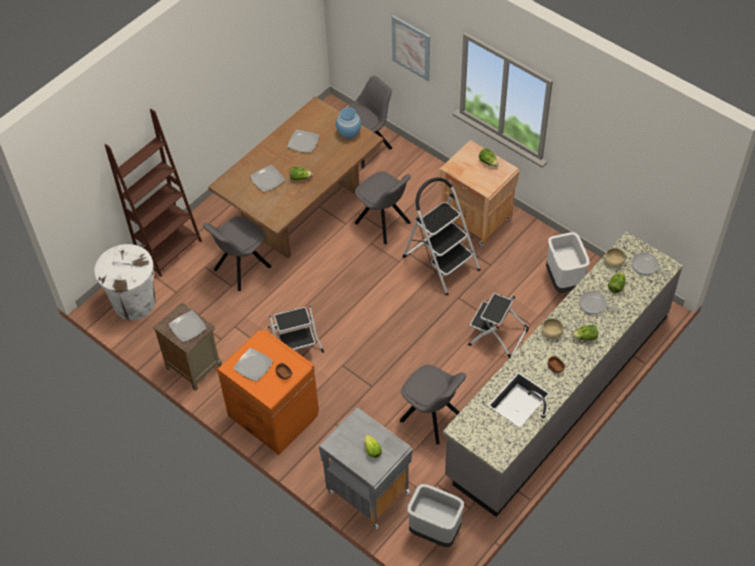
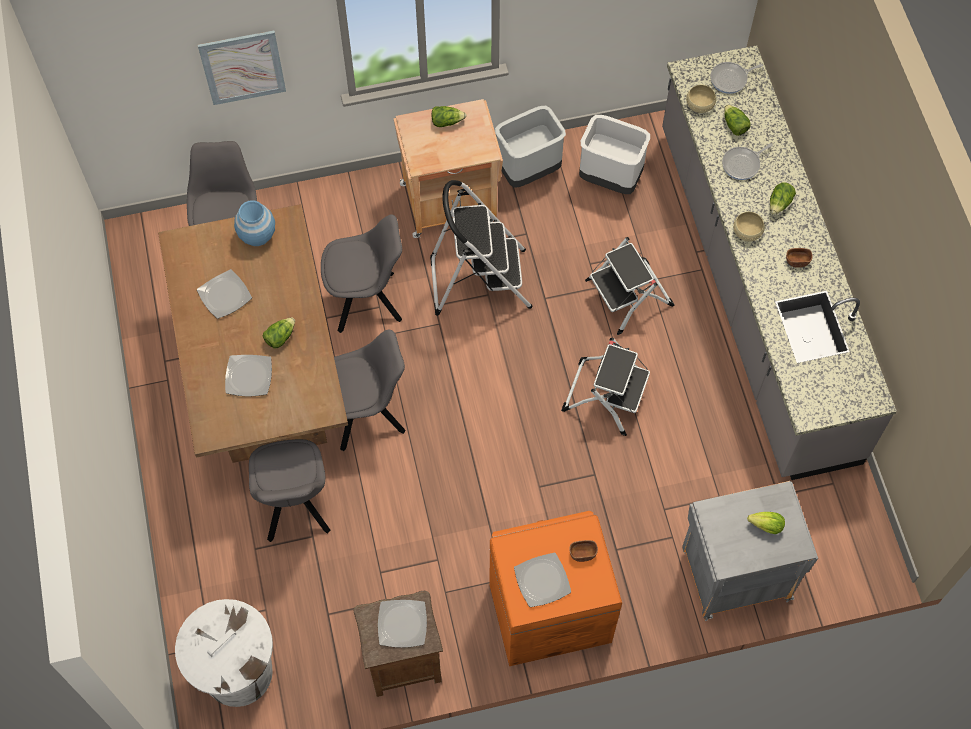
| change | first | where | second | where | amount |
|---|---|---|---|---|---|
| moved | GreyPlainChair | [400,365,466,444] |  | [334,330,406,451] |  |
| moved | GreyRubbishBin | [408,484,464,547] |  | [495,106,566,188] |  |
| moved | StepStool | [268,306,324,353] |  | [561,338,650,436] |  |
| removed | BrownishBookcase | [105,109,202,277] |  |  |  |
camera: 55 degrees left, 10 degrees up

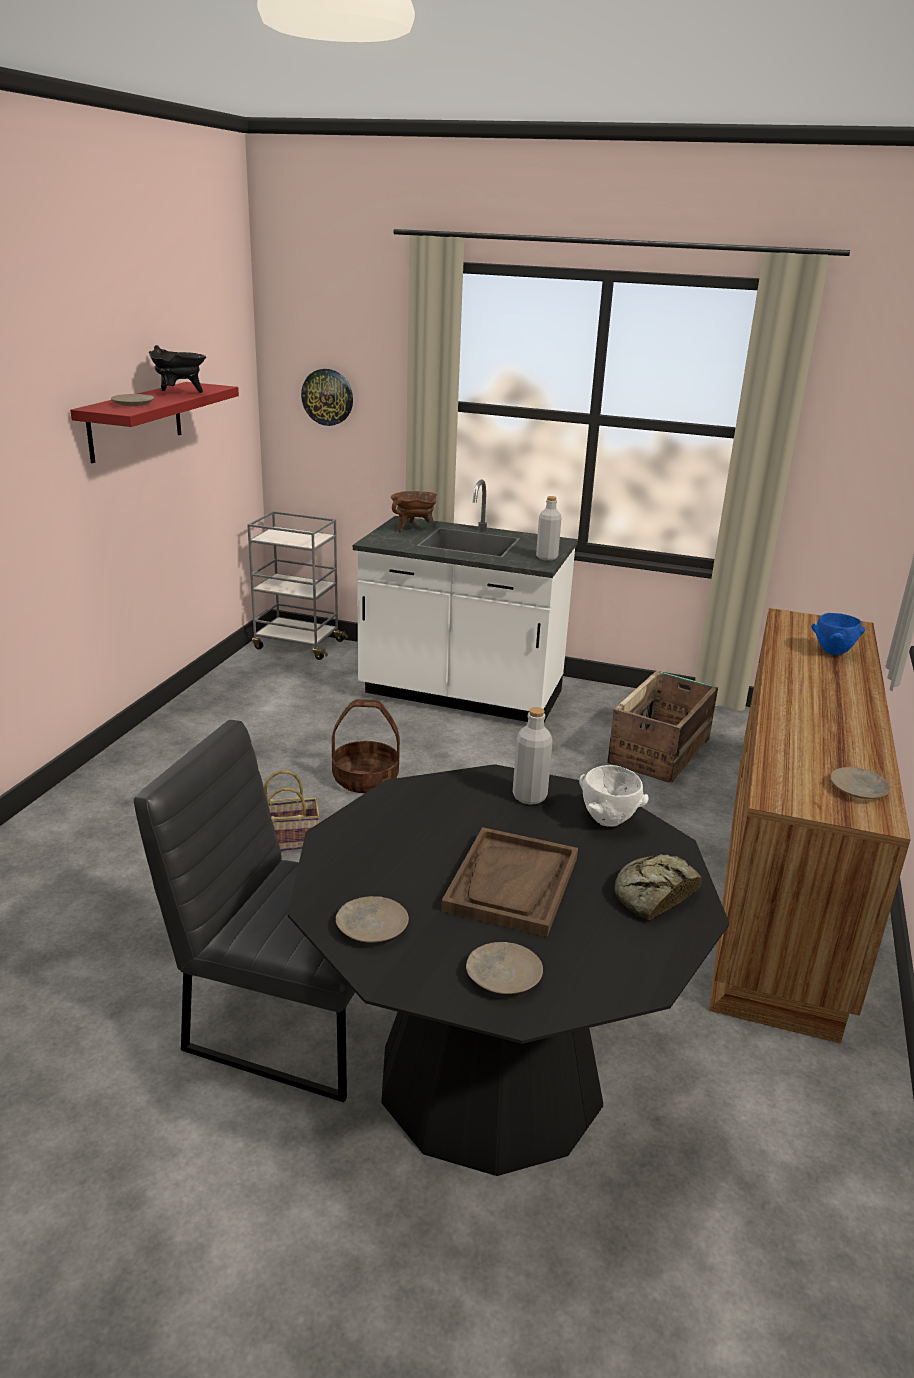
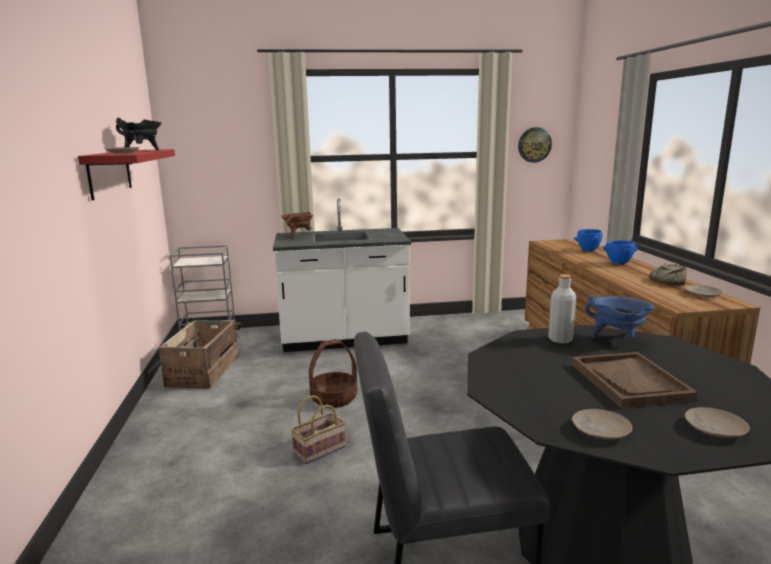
| change | first | where | second | where | amount |
|---|---|---|---|---|---|
| moved | ShippingCrate | [607,670,718,783] |  | [159,320,239,389] |  |
| moved | ClockOnTheWall | [301,369,353,426] |  | [518,127,552,163] |  |
| replaced | WhiteServingBowl | [579,765,649,827] | BlueColouredSaucepot | [585,295,655,338] |  |
| added |  |  | BlueColouredServingBowl | [603,240,638,264] |  |
| moved | BakedBread | [614,854,702,920] |  | [649,264,687,286] |  |
| removed | GreyBottle | [536,496,561,561] |  |  |  |
camera: 25 degrees left, 10 degrees down

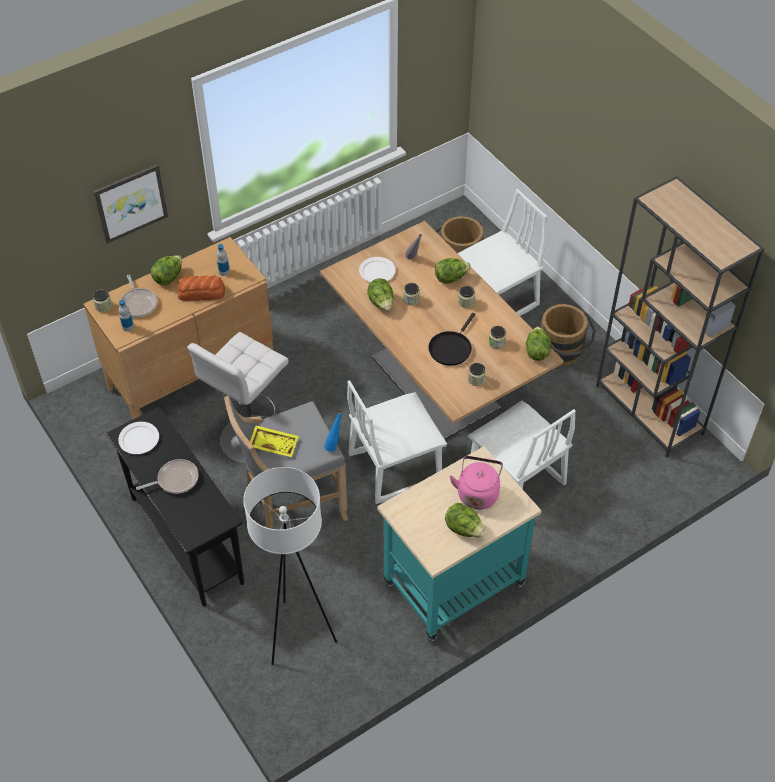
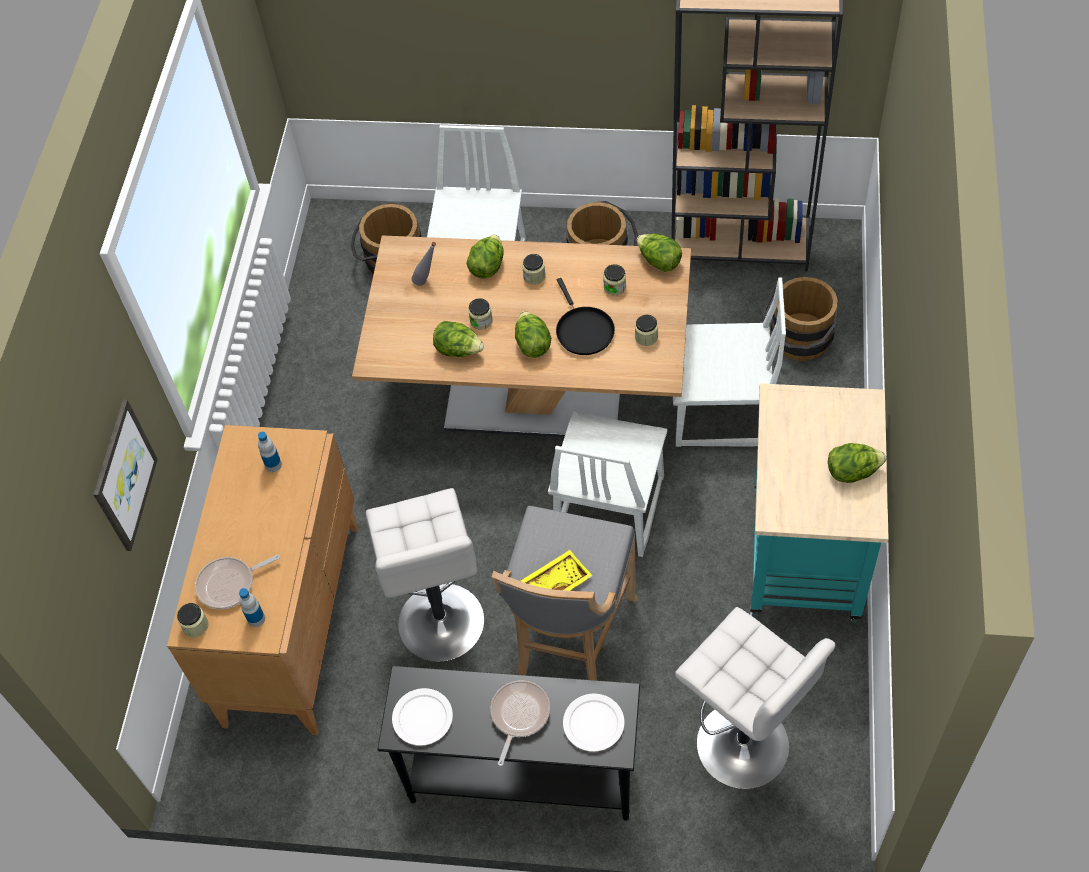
| change | first | where | second | where | amount |
|---|---|---|---|---|---|
| turned | Pan | [120,275,157,317] |  | [195,554,280,609] | 135 degrees clockwise |
| moved | HeadOfLettuce | [151,255,182,285] |  | [515,311,551,358] |  |
| moved | WhitePlate | [359,257,396,282] |  | [563,694,625,752] |  |
| replaced | WhiteStandardLamp | [243,467,337,665] | WhiteStoolSeat | [675,607,836,789] |  |
| added |  |  | BrownishWaterBucket | [762,277,838,361] |  |
| removed | BakedBread | [178,275,225,301] |  |  |  |
| removed | BlueColouredBottle | [324,409,343,452] |  |  |  |
| removed | PinkColouredTeaKettle | [450,456,503,510] |  |  |  |
camera: 45 degrees left, 5 degrees up

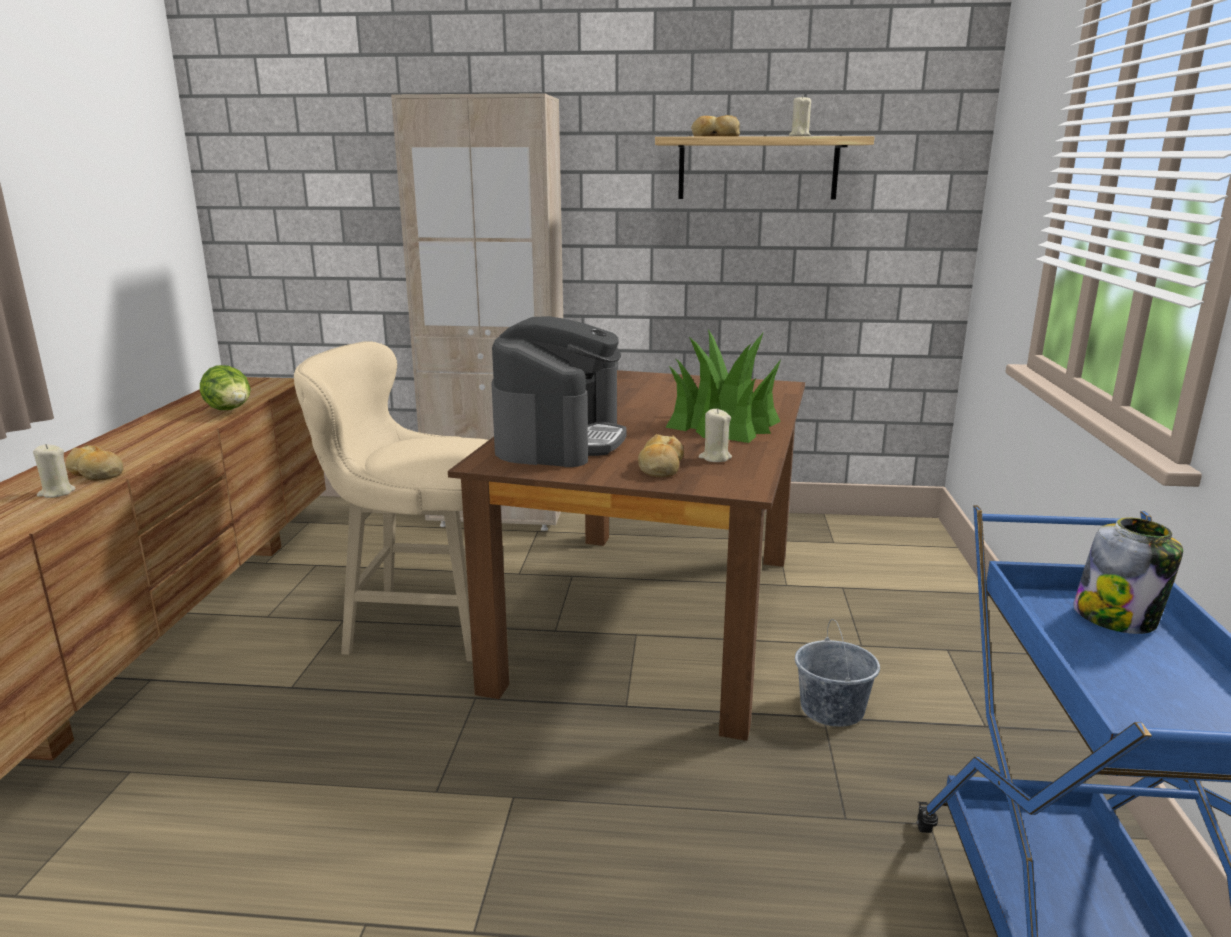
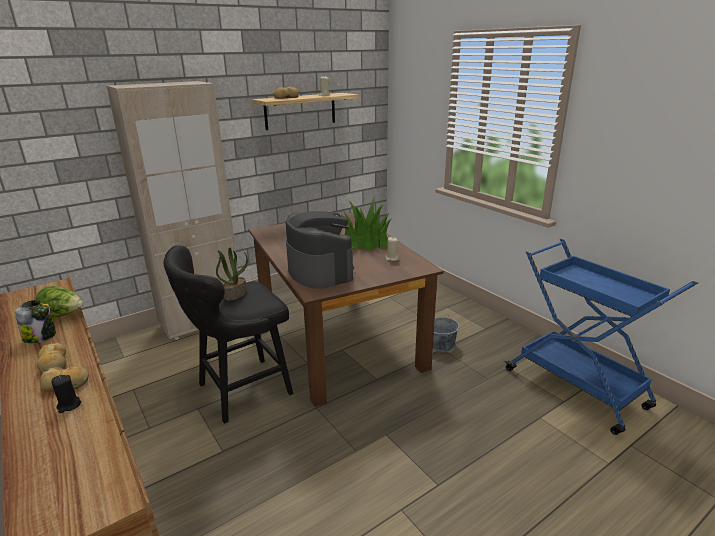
| change | first | where | second | where | amount |
|---|---|---|---|---|---|
| moved | StorageJar | [1074,517,1183,634] |  | [15,300,56,343] |  |
| moved | BakedBread | [638,434,684,477] |  | [37,342,66,373] |  |
| recoloured | SandColouredWaxLight | [33,444,76,498] | BlackColouredWaxLight | [51,375,81,413] |  |
| recoloured | SandColouredStoolSeat | [294,341,488,662] | BlackColouredStoolSeat | [164,245,293,424] |  |
| added |  |  | PlantInAPot | [216,248,248,301] |  |
camera: 40 degrees left, 5 degrees up

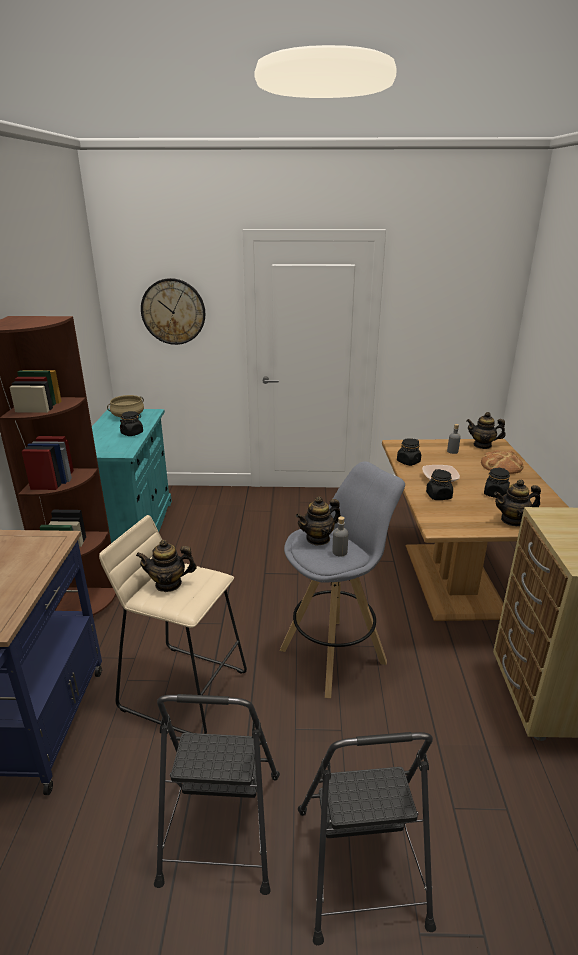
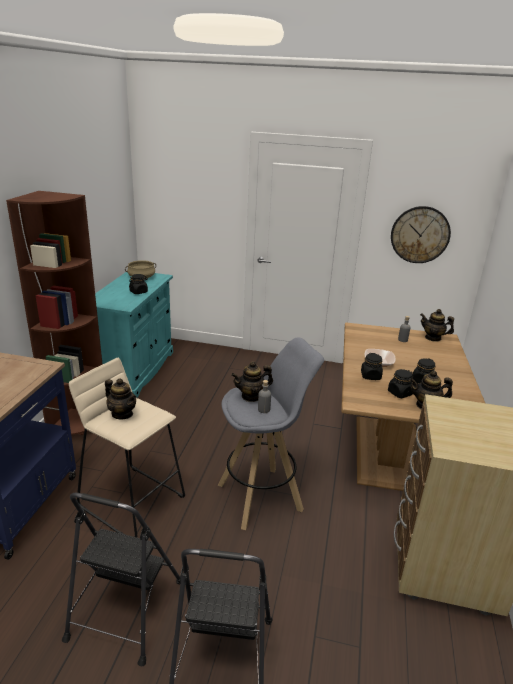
| change | first | where | second | where | amount |
|---|---|---|---|---|---|
| turned | TeaPot | [136,540,197,592] |  | [105,378,136,419] | 150 degrees counterclockwise |
| moved | BlackColouredStorageJar | [397,438,421,466] |  | [388,369,413,398] |  |
| moved | ClockOnTheWall | [141,278,205,345] |  | [391,206,451,263] |  |
| removed | BakedBread | [481,450,524,474] |  |  |  |
camera: 10 degrees right, 0 degrees up

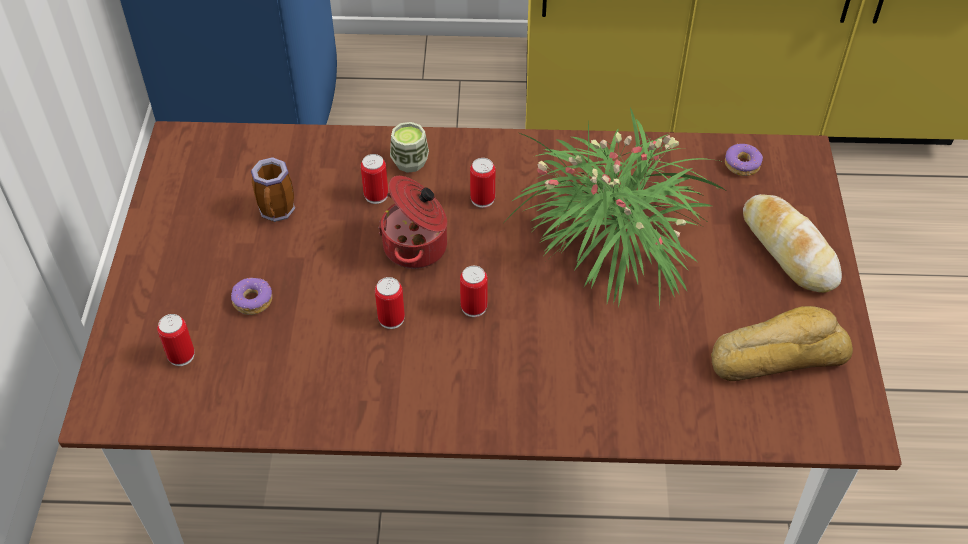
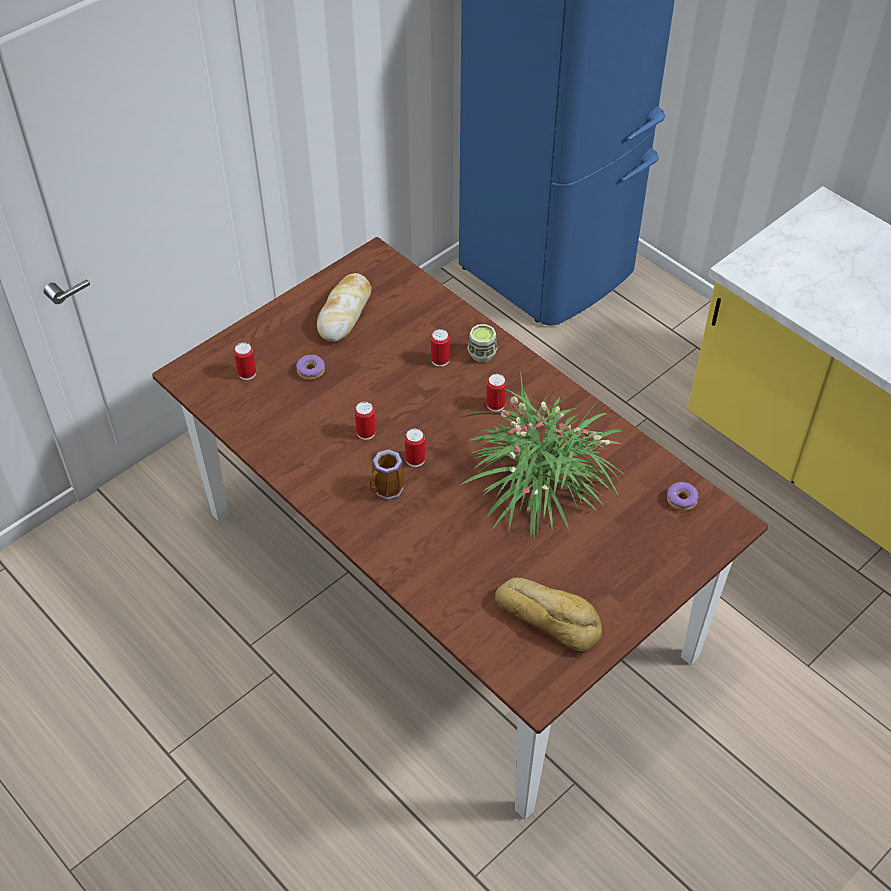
| change | first | where | second | where | amount |
|---|---|---|---|---|---|
| moved | BakedBread | [743,194,842,293] |  | [317,273,371,342] |  |
| moved | CoffeeMug | [251,157,295,222] |  | [369,449,404,500] |  |
| removed | Saucepot | [378,176,447,269] |  |  |  |
camera: 45 degrees right, 0 degrees up

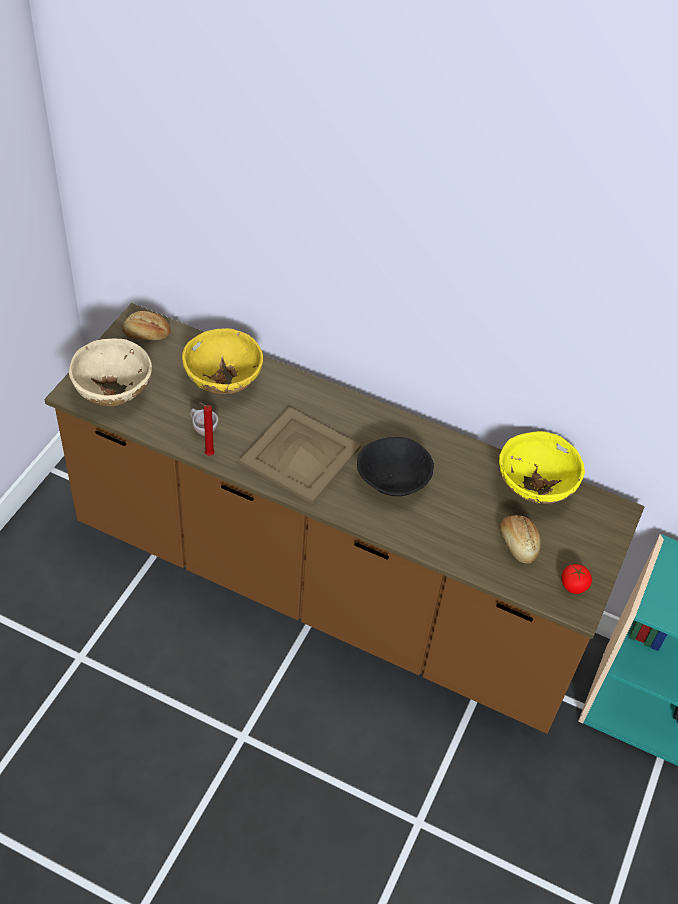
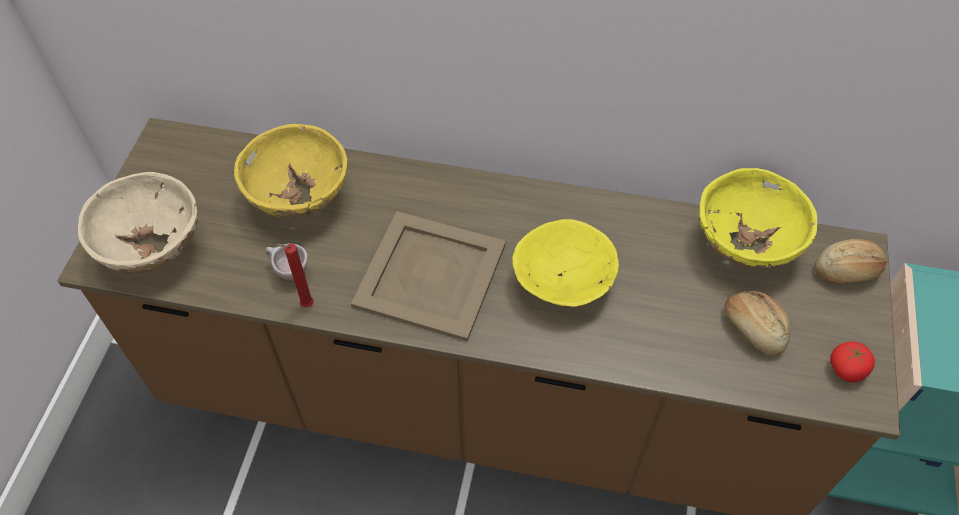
| change | first | where | second | where | amount |
|---|---|---|---|---|---|
| recoloured | BlackColouredServingBowl | [357,437,434,496] | YellowColouredServingBowl | [512,219,619,307] |  |
| moved | BakedBread | [122,311,171,340] |  | [815,239,887,284] |  |
camera: 10 degrees left, 5 degrees up

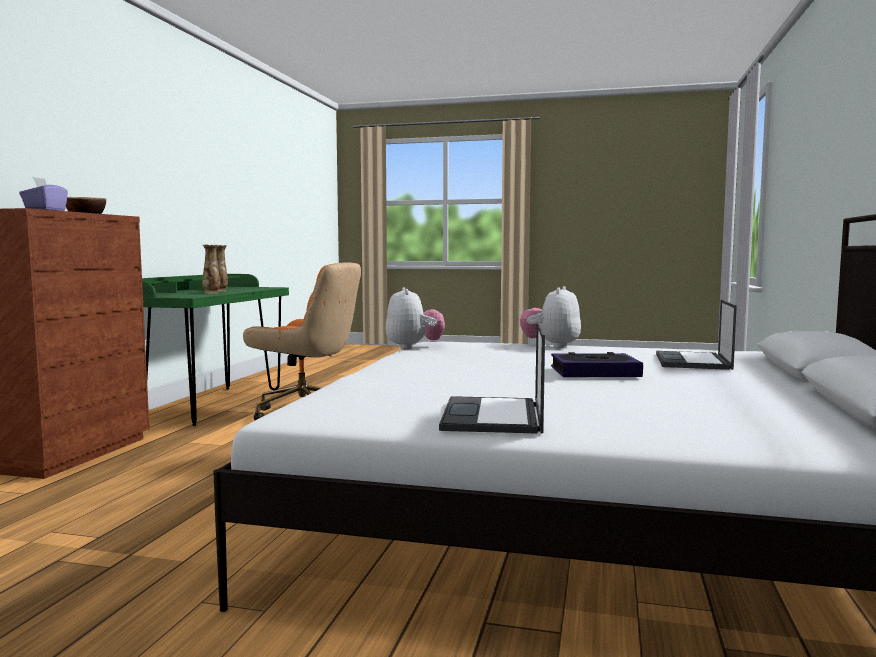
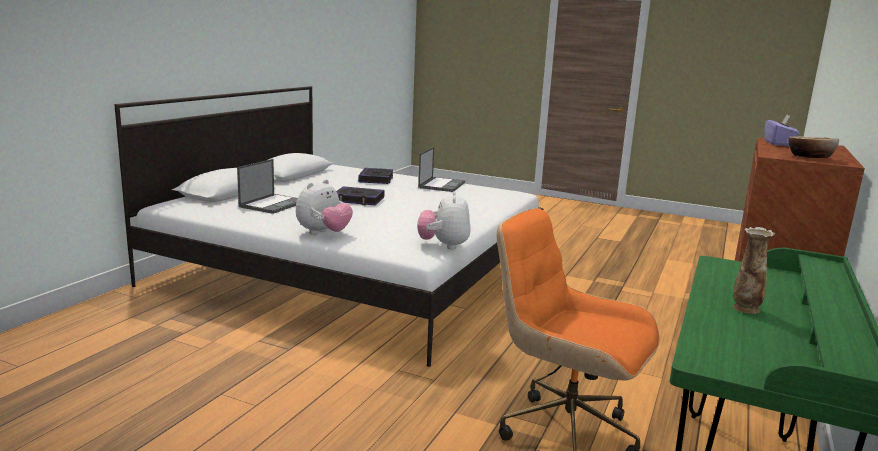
| change | first | where | second | where | amount |
|---|---|---|---|---|---|
| added |  |  | BoundBook | [358,168,393,184] |  |
| removed | Vase | [202,244,220,294] |  |  |  |
camera: 170 degrees left, 10 degrees up

